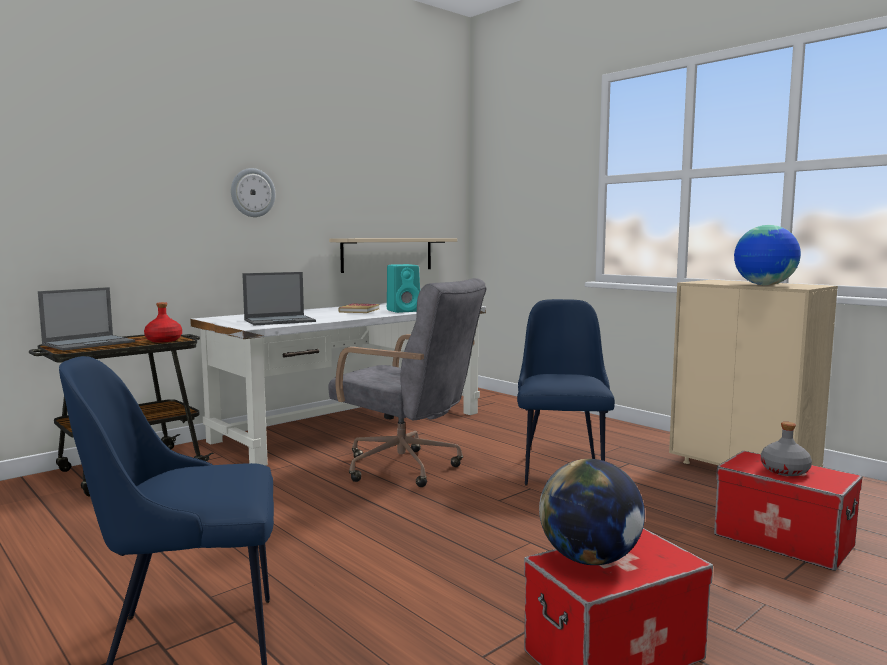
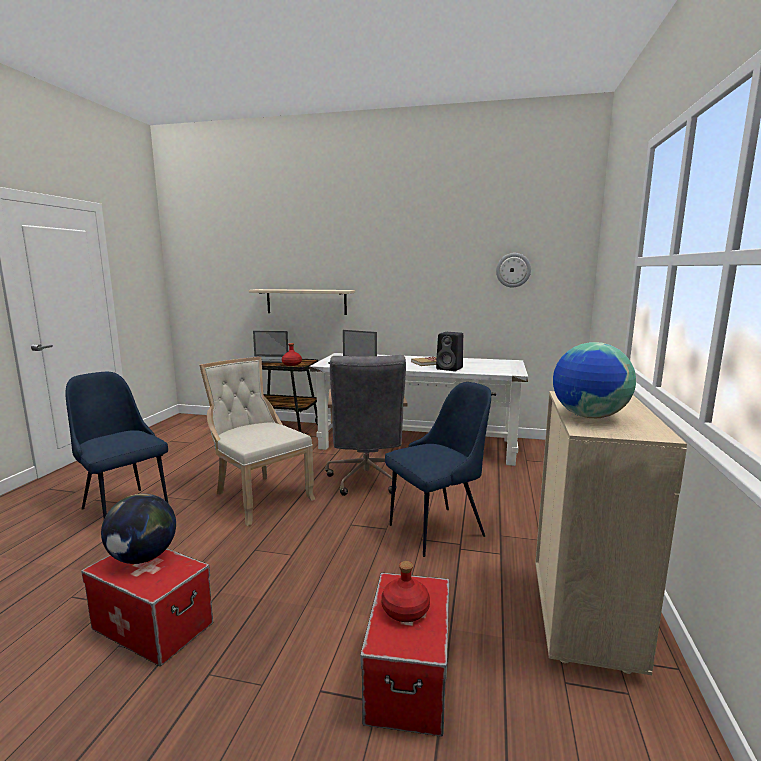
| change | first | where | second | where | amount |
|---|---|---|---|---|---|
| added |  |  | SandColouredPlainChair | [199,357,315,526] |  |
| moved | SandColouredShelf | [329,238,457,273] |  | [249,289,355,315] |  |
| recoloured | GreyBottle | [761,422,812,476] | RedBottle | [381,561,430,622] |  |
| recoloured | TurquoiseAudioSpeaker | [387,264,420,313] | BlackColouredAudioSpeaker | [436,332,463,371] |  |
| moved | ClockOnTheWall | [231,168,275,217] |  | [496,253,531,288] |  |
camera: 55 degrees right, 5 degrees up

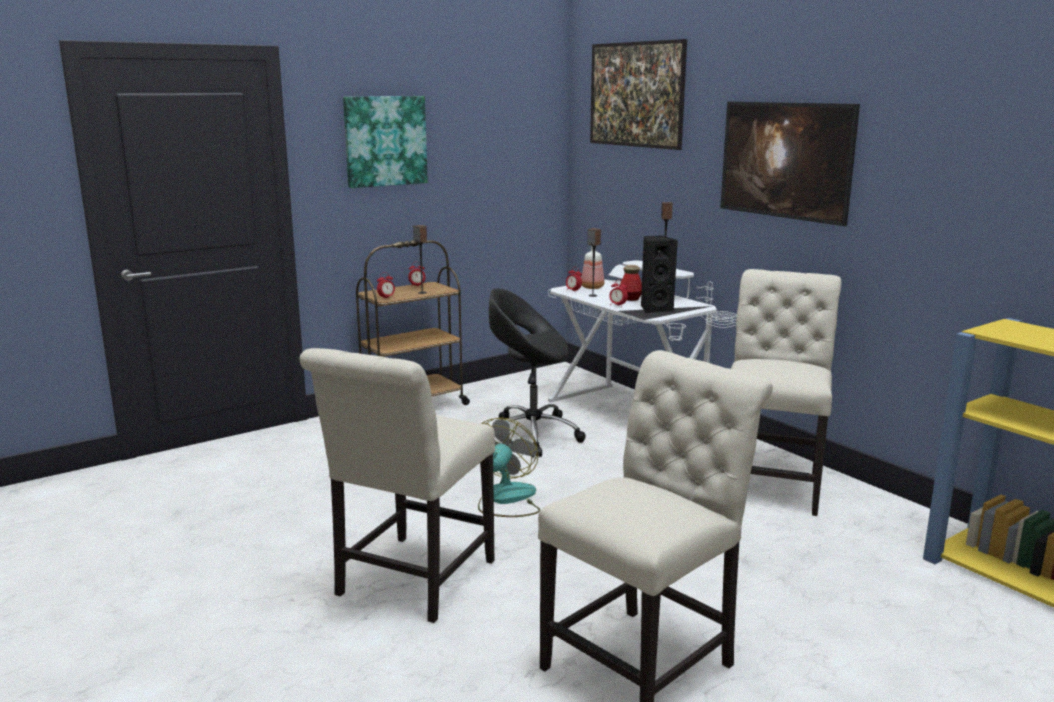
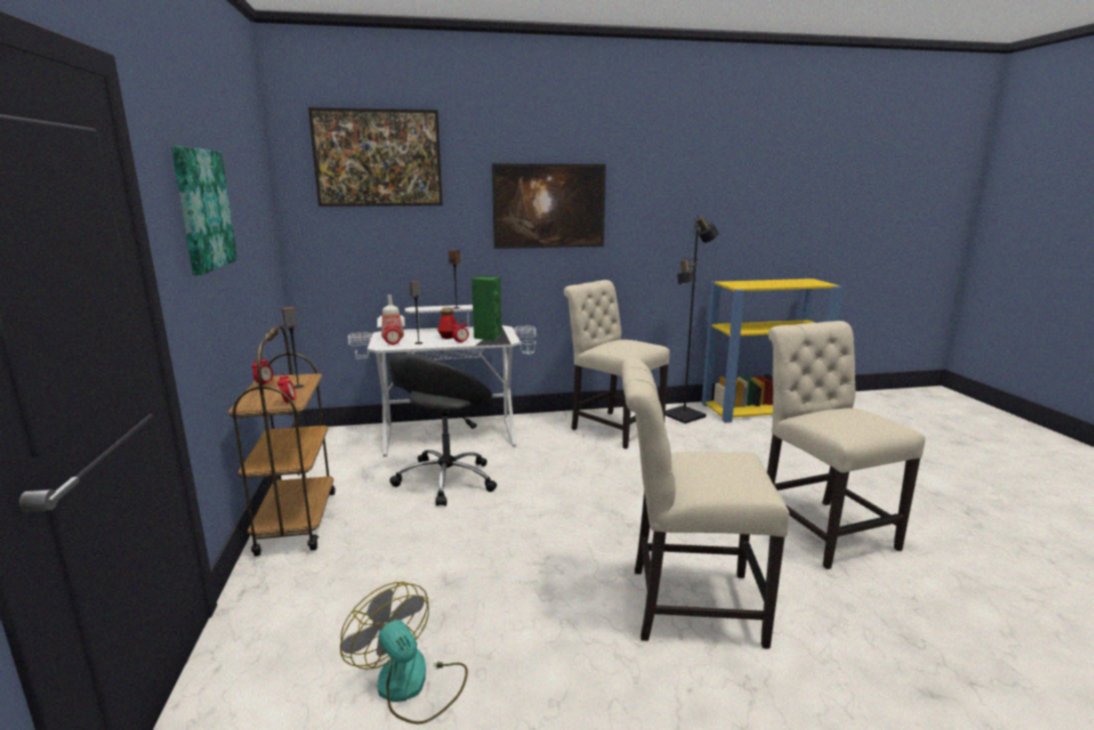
| change | first | where | second | where | amount |
|---|---|---|---|---|---|
| moved | Fan | [478,418,540,517] |  | [340,582,468,724] |  |
| recoloured | BlackColouredAudioSpeaker | [641,236,678,313] | GreenAudioSpeaker | [472,276,502,341] |  |
| turned | SandColouredPlainChair | [300,348,495,623] |  | [622,358,789,649] | 135 degrees clockwise |
| added |  |  | BlackColouredStandardLamp | [665,215,719,424] |  |
camera: 65 degrees left, 0 degrees up

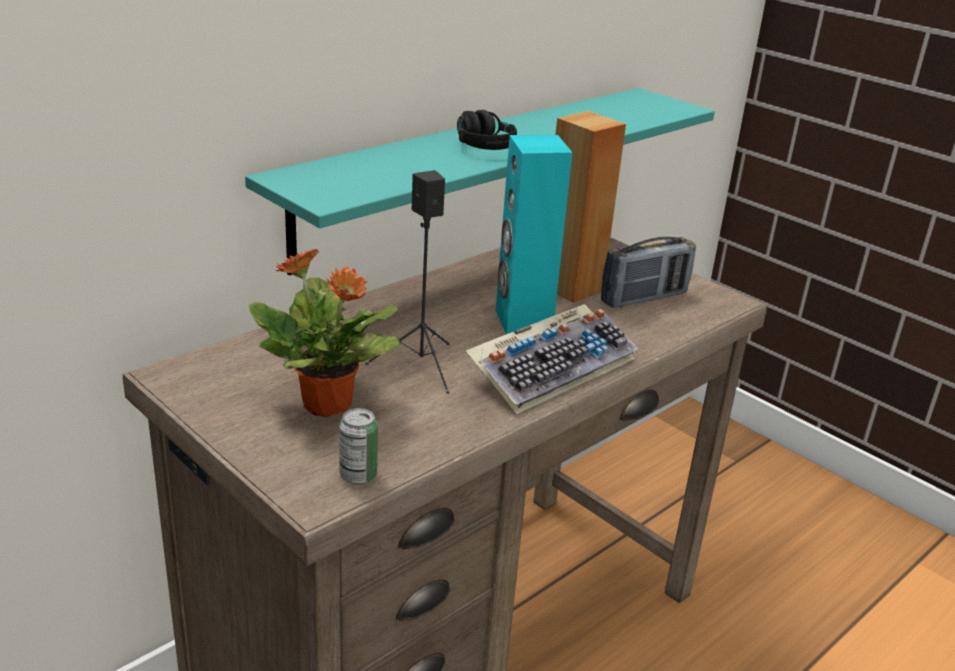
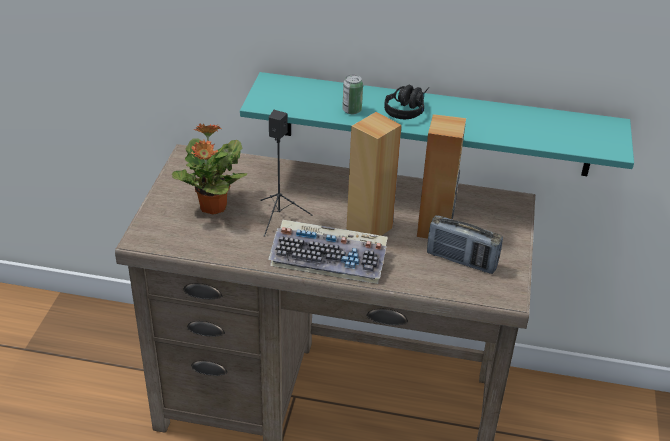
| change | first | where | second | where | amount |
|---|---|---|---|---|---|
| moved | SealedCan | [339,408,378,484] |  | [342,74,363,114] |  |
| recoloured | TurquoiseAudioSpeaker | [496,135,573,334] | BrownishAudioSpeaker | [347,112,402,236] |  |
camera: 55 degrees right, 10 degrees up

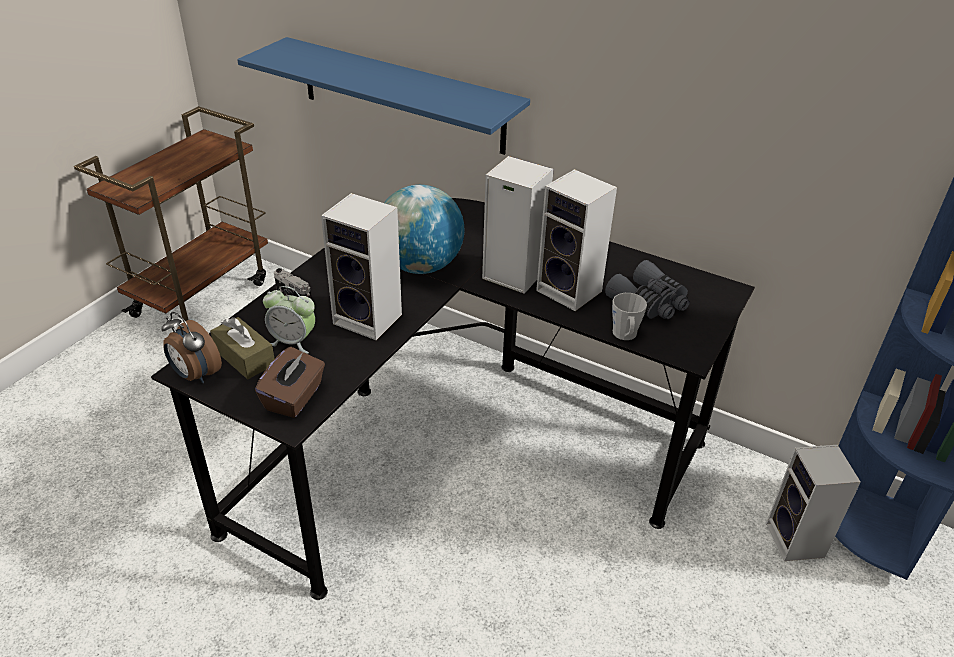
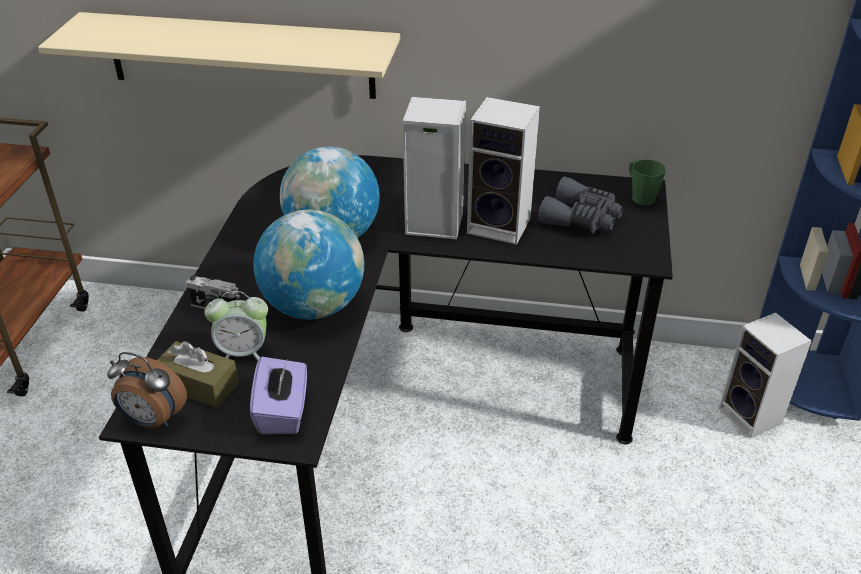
| change | first | where | second | where | amount |
|---|---|---|---|---|---|
| recoloured | BlueColouredShelf | [237,37,530,155] | SandColouredShelf | [38,12,400,99] |  |
| recoloured | BrownishTissueBox | [255,347,325,418] | PurpleTissueBox | [250,357,307,435] |  |
| replaced | AudioSpeaker | [321,193,402,340] | Globe | [253,210,364,319] |  |
| added |  |  | GreenCoffeeMug | [629,159,666,205] |  |
| removed | GreyCoffeeMug | [612,293,647,340] |  |  |  |
camera: 20 degrees left, 0 degrees up

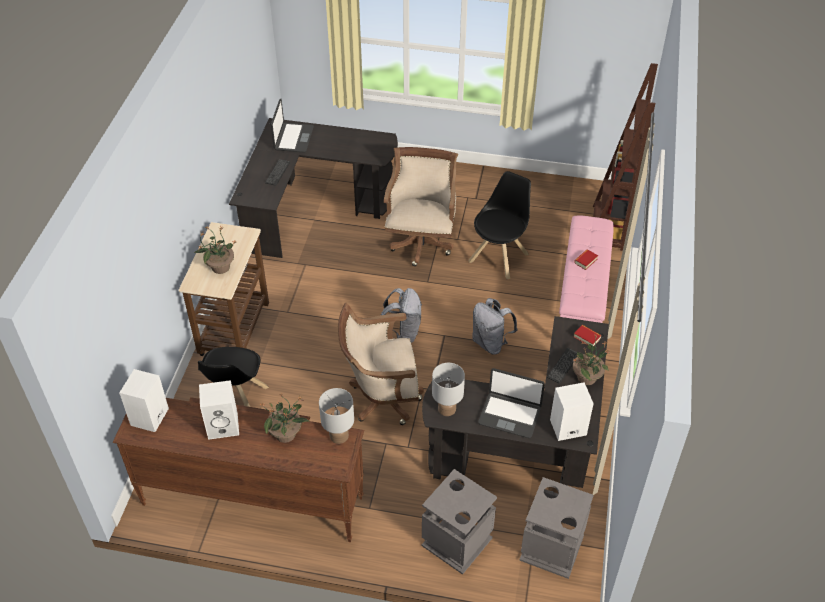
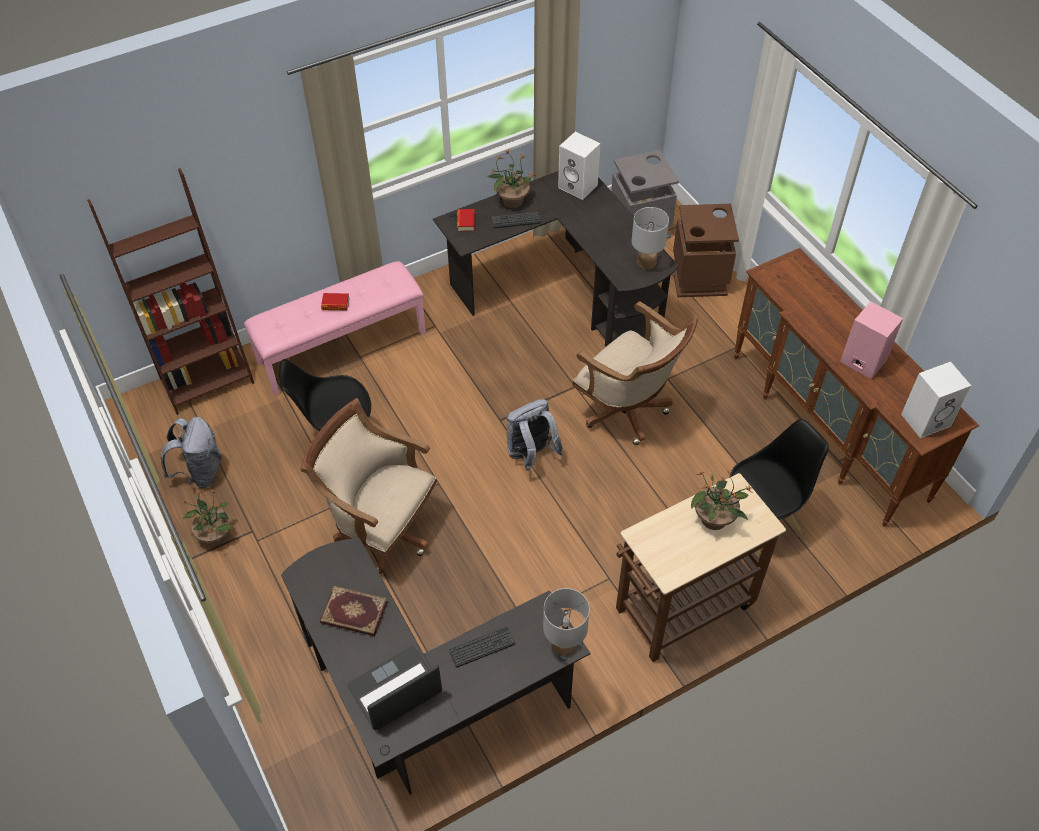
| change | first | where | second | where | amount |
|---|---|---|---|---|---|
| moved | GreyRucksack | [472,298,518,355] |  | [161,417,222,489] |  |
| moved | PlantInAPot | [258,394,310,443] |  | [181,489,234,546] |  |
| turned | DeskChair | [384,147,458,266] |  | [301,398,437,573] | 60 degrees clockwise |
| added |  |  | BoundBook | [320,586,388,636] |  |
| moved | GreyLampForATable | [319,388,354,444] |  | [543,588,590,656] |  |
| recoloured | GreyRubbishBin | [422,469,497,575] | BrownishRubbishBin | [673,204,739,297] |  |
| recoloured | WhiteAudioSpeaker | [199,380,239,440] | PinkColouredAudioSpeaker | [840,302,903,379] |  |
| removed | NotebookComputer | [478,368,545,438] |  |  |  |
camera: 130 degrees left, 5 degrees up

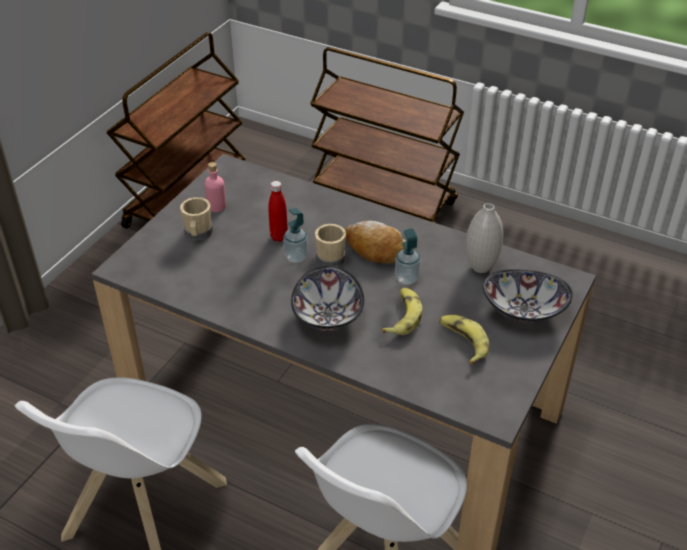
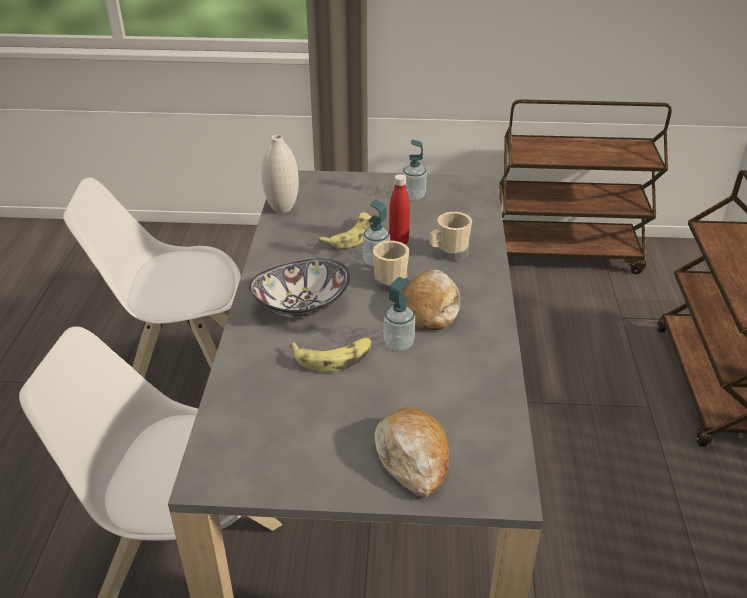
| change | first | where | second | where | amount |
|---|---|---|---|---|---|
| moved | WhiteVase | [466,203,503,273] |  | [261,135,299,214] |  |
| moved | Banana | [439,315,489,364] |  | [319,212,373,248] |  |
| replaced | ServingBowl | [483,269,573,323] | BakedBread | [375,407,449,498] |  |
| replaced | PinkColouredBottle | [204,162,226,212] | LiquidSoapBottle | [402,139,427,201] |  |
| moved | SandColouredCoffeeMug | [180,197,213,240] |  | [430,212,472,261] |  |
camera: 65 degrees right, 5 degrees down

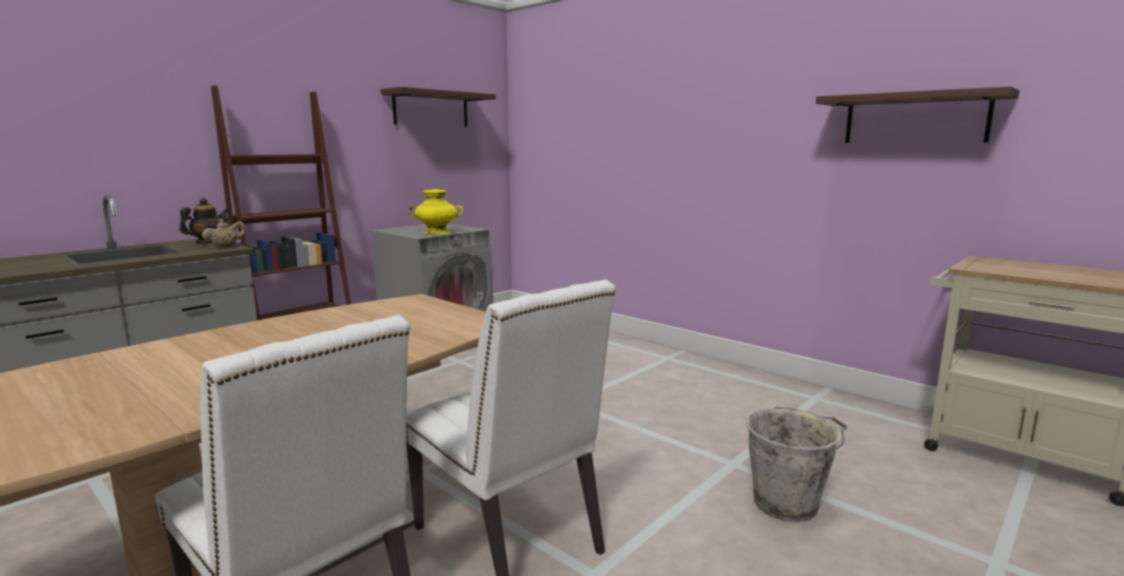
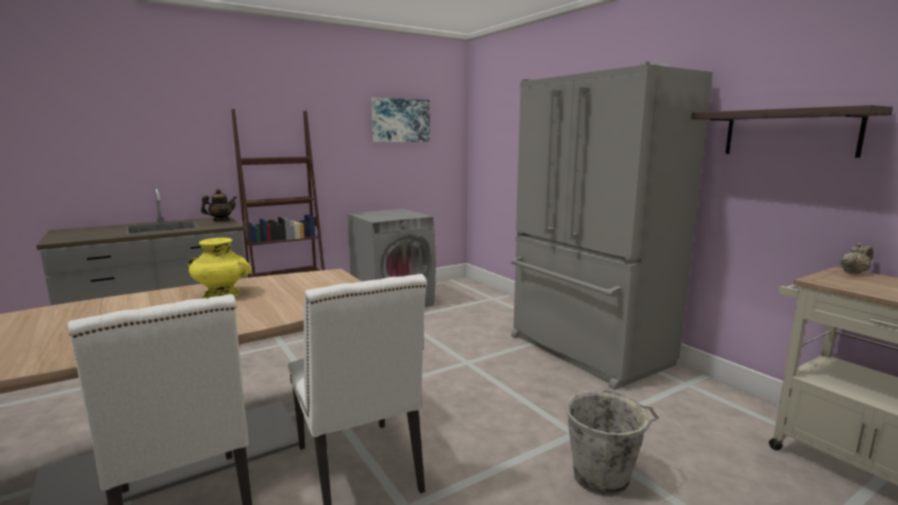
| change | first | where | second | where | amount |
|---|---|---|---|---|---|
| moved | YellowColouredVase | [409,189,463,235] |  | [188,238,251,298] |  |
| replaced | Shelf | [381,87,496,126] | WallArt | [371,97,430,142] |  |
| added |  |  | GreyRefrigerator | [511,62,713,390] |  |
| moved | SandColouredTeaPot | [201,219,247,248] |  | [840,243,873,274] |  |
camera: 15 degrees right, 0 degrees up

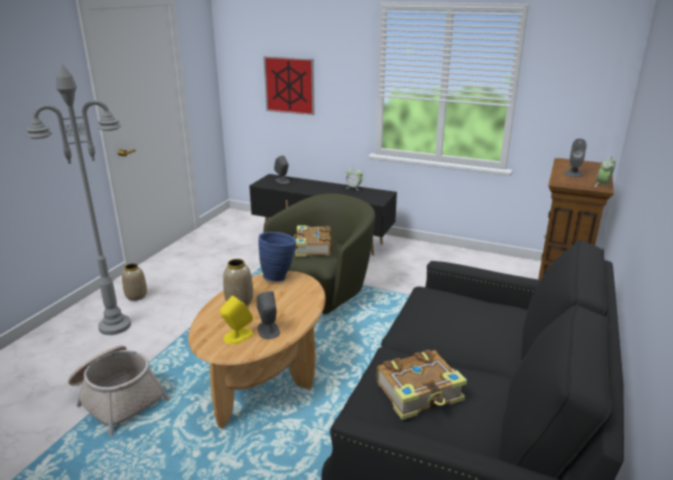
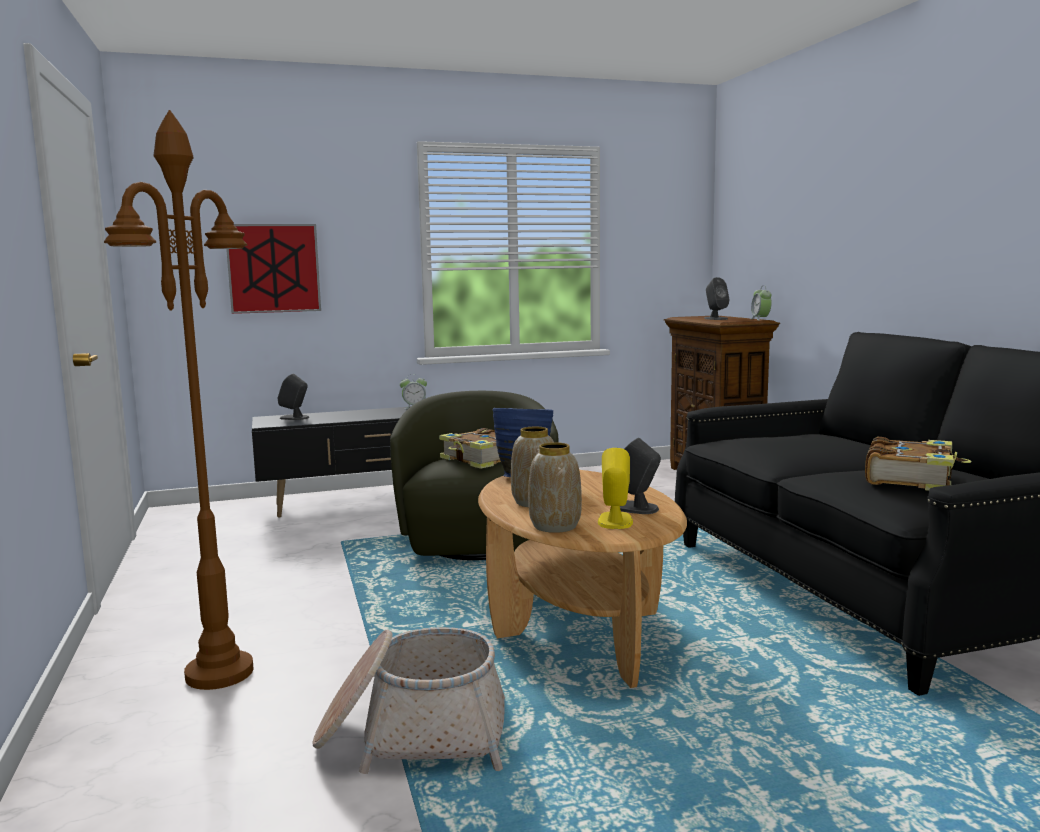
| change | first | where | second | where | amount |
|---|---|---|---|---|---|
| recoloured | GreyStandardLamp | [26,64,131,335] | BrownishStandardLamp | [104,110,253,690] |  |
| moved | Vase | [122,263,147,301] |  | [528,442,582,533] |  |
camera: 40 degrees left, 15 degrees down

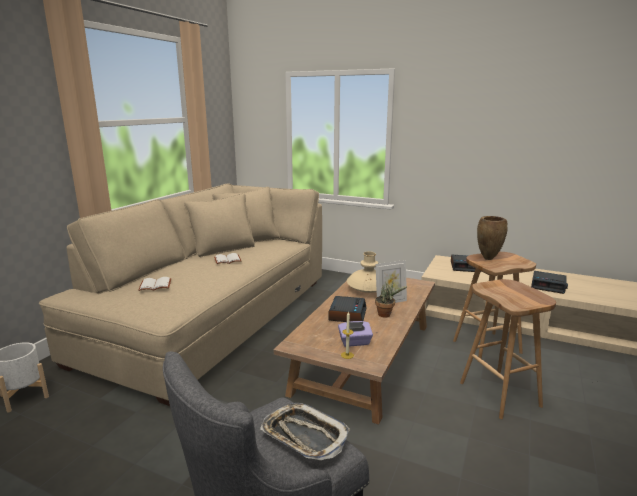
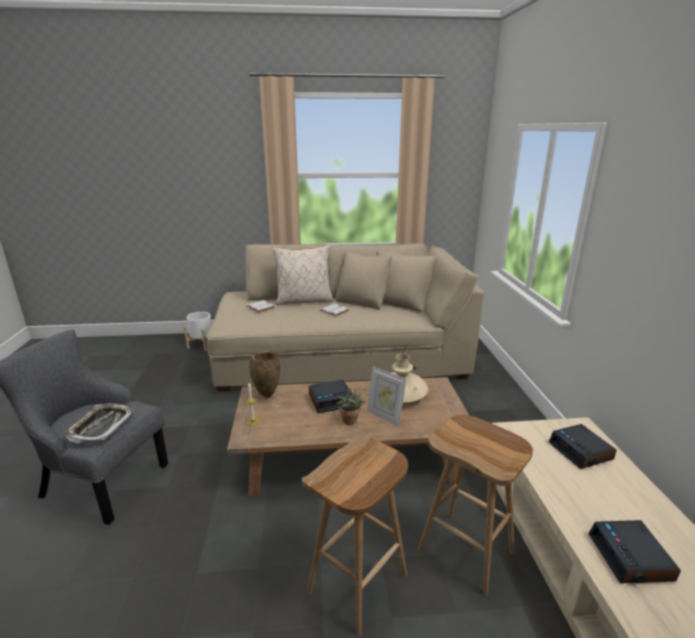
| change | first | where | second | where | amount |
|---|---|---|---|---|---|
| moved | BrownishVase | [477,216,508,260] |  | [249,351,280,398] |  |
| added |  |  | SandColouredCushion | [272,245,333,305] |  |
| removed | PurpleTissueBox | [338,321,373,347] |  |  |  |
camera: 60 degrees right, 5 degrees up

